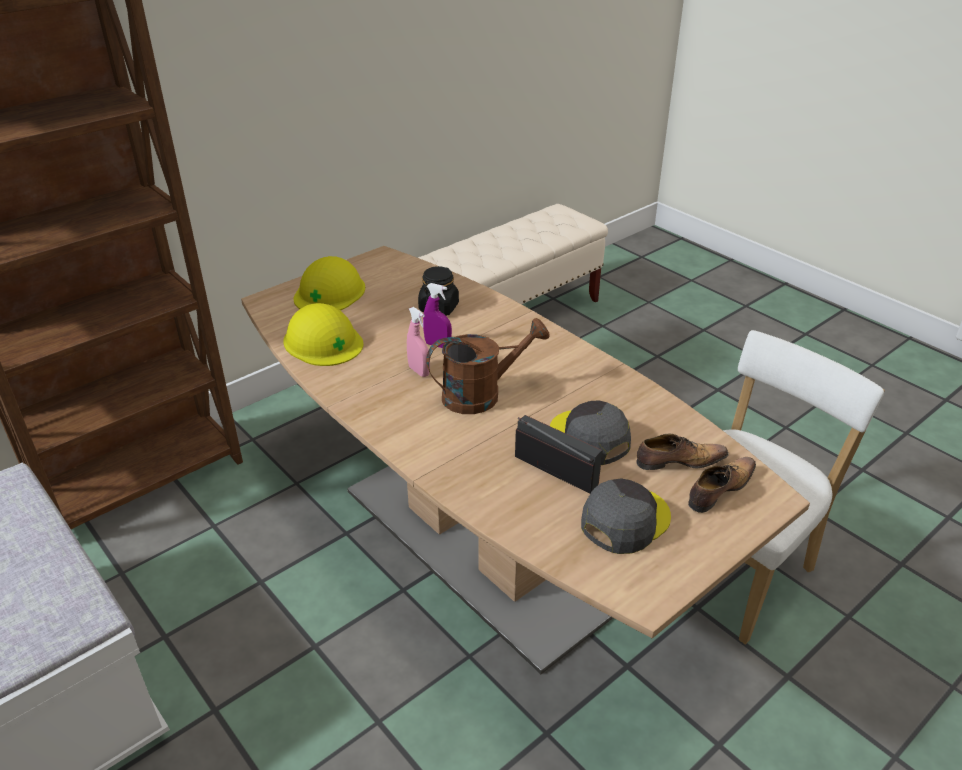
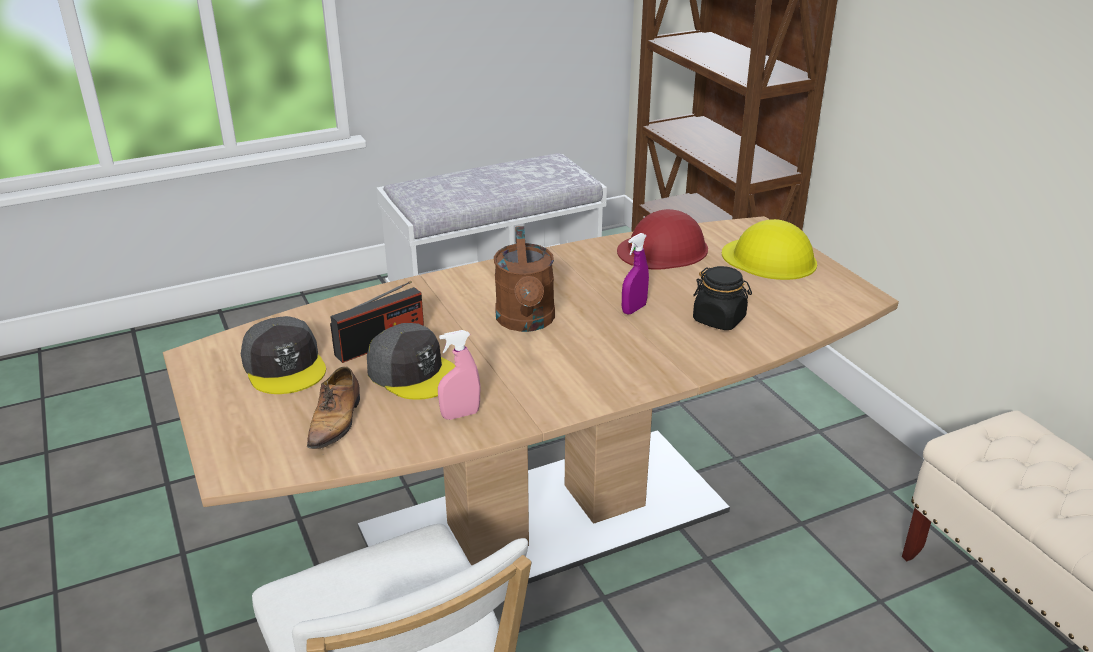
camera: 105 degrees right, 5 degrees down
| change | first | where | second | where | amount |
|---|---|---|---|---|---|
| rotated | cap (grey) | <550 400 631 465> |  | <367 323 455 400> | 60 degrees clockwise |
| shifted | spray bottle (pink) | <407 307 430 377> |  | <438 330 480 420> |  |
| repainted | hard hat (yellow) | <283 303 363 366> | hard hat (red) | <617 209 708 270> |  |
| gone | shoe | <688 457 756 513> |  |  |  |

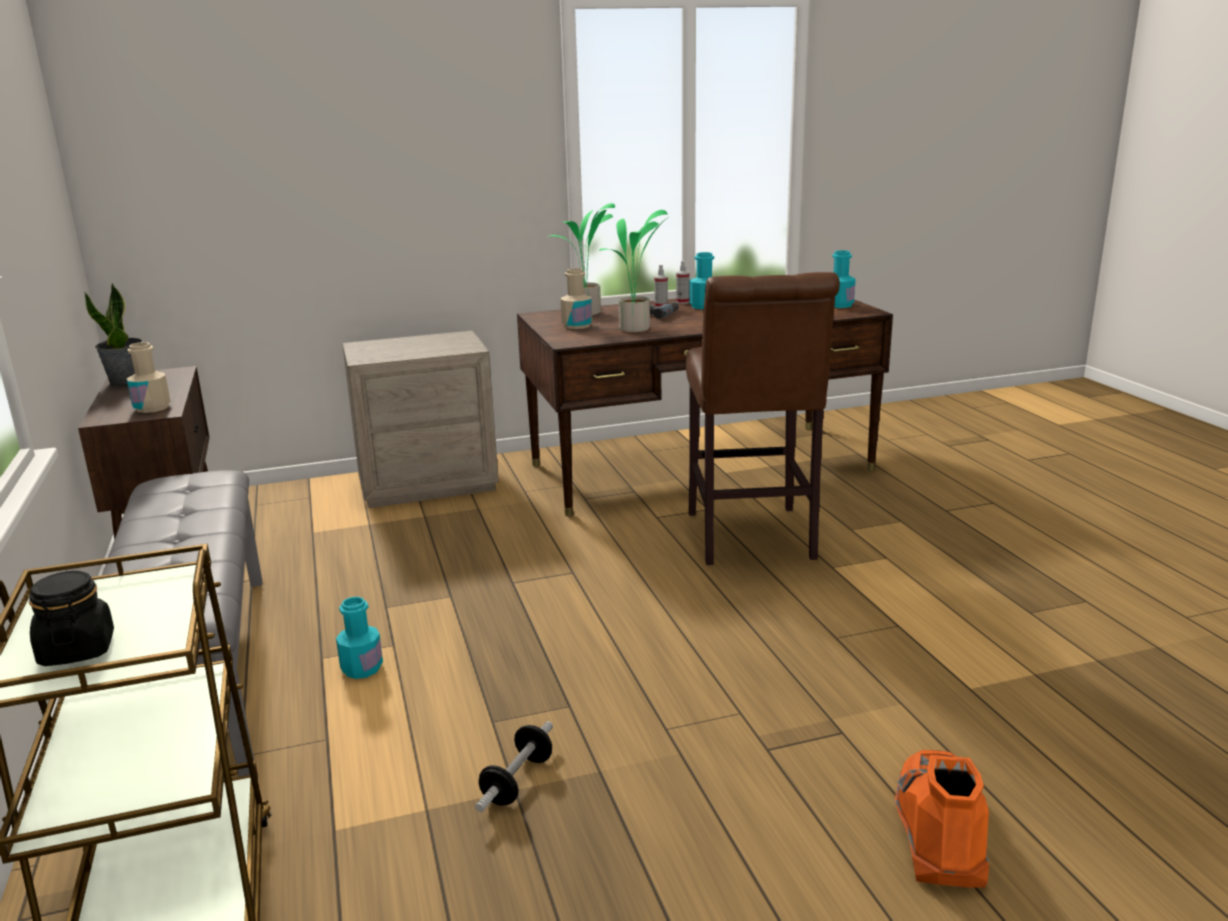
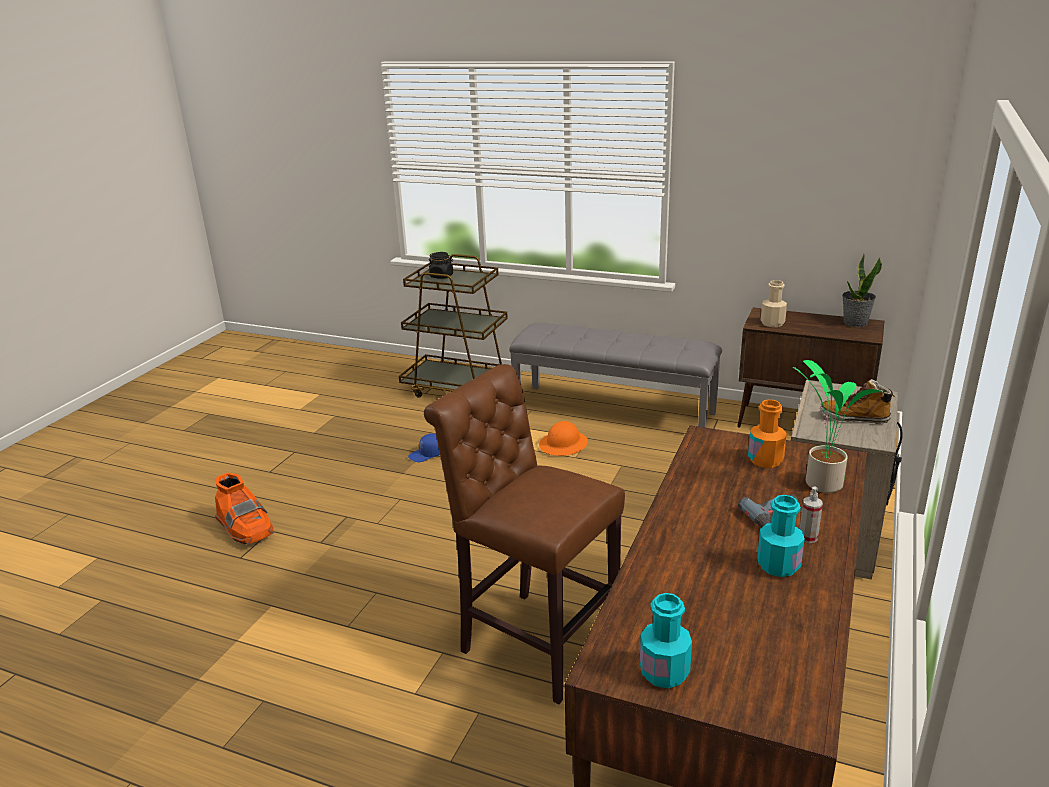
camera: 130 degrees right, 5 degrees up
| change | first | where | second | where | amount |
|---|---|---|---|---|---|
| swapped | dumbbell | <475 721 553 812> | cap (blue) | <408 433 440 462> |  |
| swapped | bottle (turquoise) | <336 597 383 679> | hard hat (orange) | <539 421 588 456> |  |
| repainted | bottle (beige) | <561 268 592 329> | bottle (orange) | <748 400 787 468> |  |
| new |  |  | boot | <820 379 895 424> |  |
| gone | potted plant | <599 210 668 332> |  |  |  |
| gone | spray bottle | <676 261 689 304> |  |  |  |

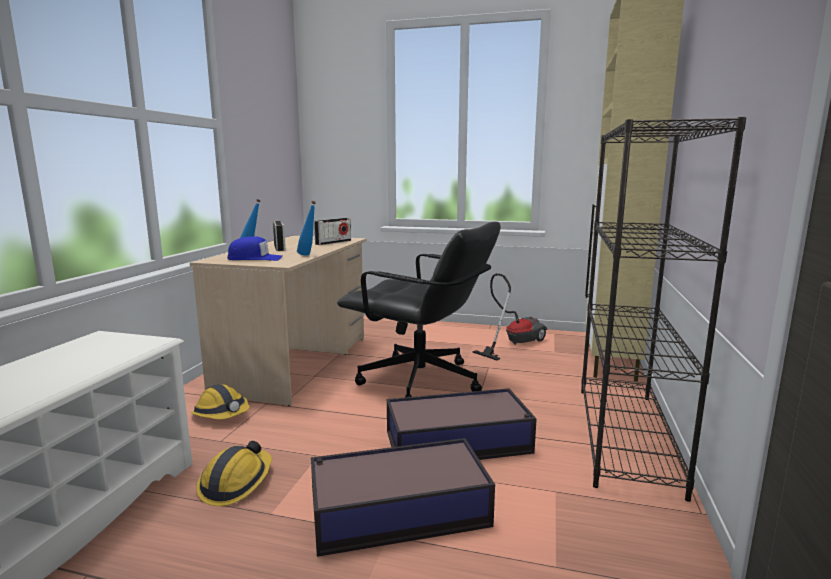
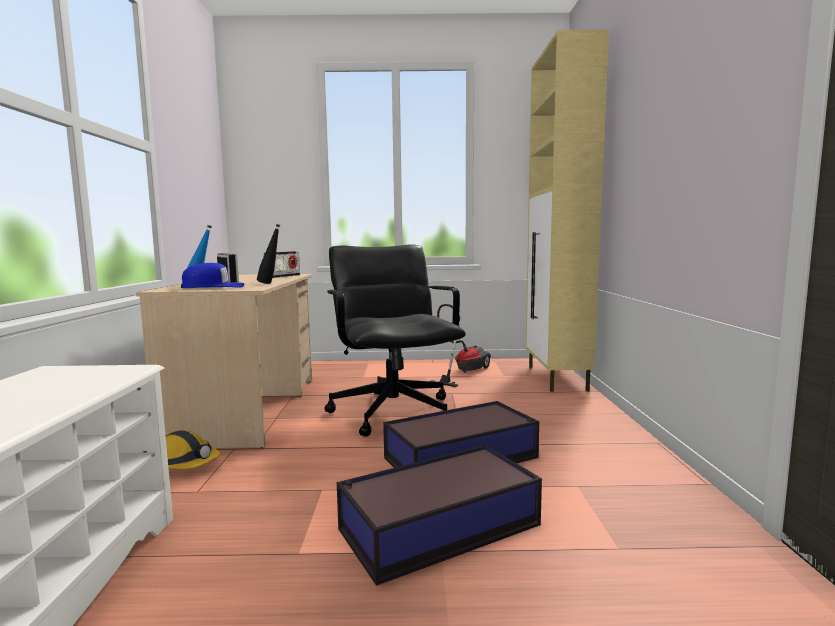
camera: 15 degrees left, 5 degrees down
| change | first | where | second | where | amount |
|---|---|---|---|---|---|
| repainted | bottle (blue) | <297 201 316 256> | bottle (black) | <257 224 280 284> |  |
| rotated | office chair (black) | <337 221 501 397> |  | <324 244 466 437> | 120 degrees counterclockwise |
| gone | hard hat | <196 441 272 506> |  |  |  |
| gone | bookcase (black) | <581 117 746 502> |  |  |  |

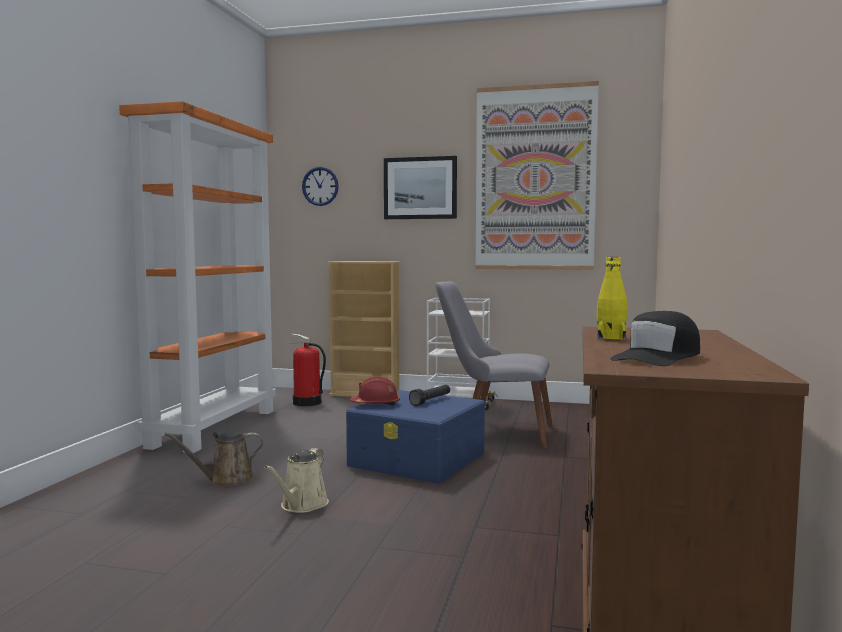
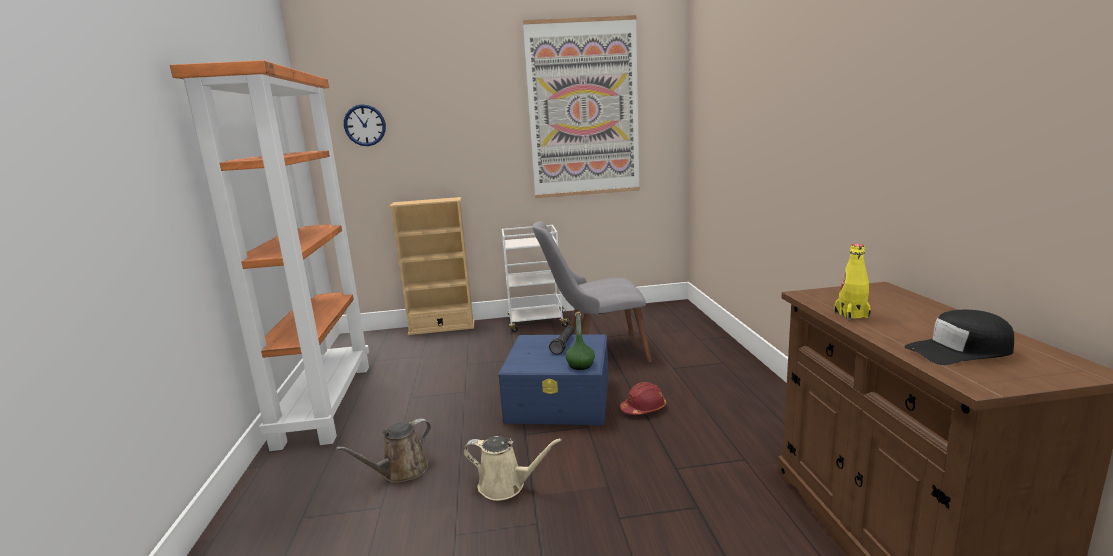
camera: 20 degrees left, 10 degrees up
| change | first | where | second | where | amount |
|---|---|---|---|---|---|
| rotated | watering can (beige) | <264 448 329 513> |  | <463 436 562 501> | 75 degrees counterclockwise |
| new |  |  | bottle (green) | <565 312 595 370> |  |
| shifted | hard hat (red) | <350 376 400 405> |  | <620 382 666 415> |  |
| rotated | cap (black) | <610 311 700 366> |  | <904 309 1014 365> | 60 degrees clockwise |
| gone | fire extinguisher | <287 334 326 406> |  |  |  |
| gone | picture | <384 156 457 219> |  |  |  |

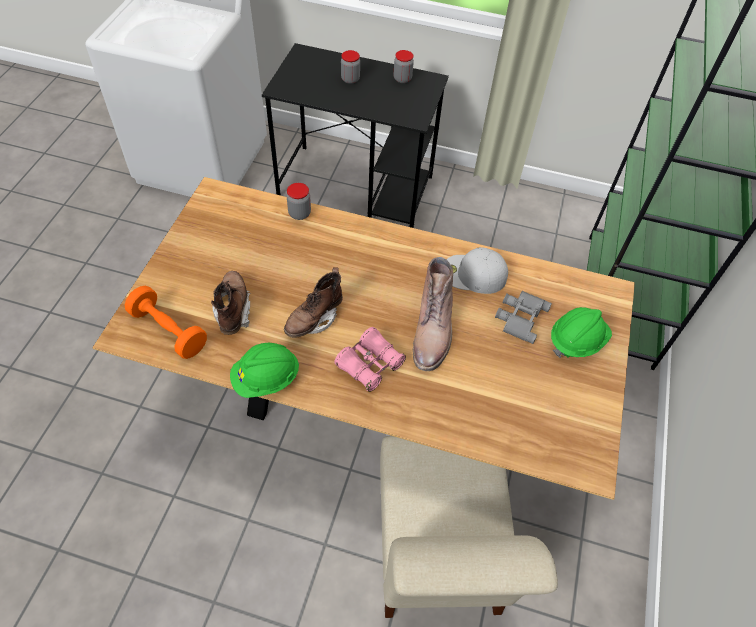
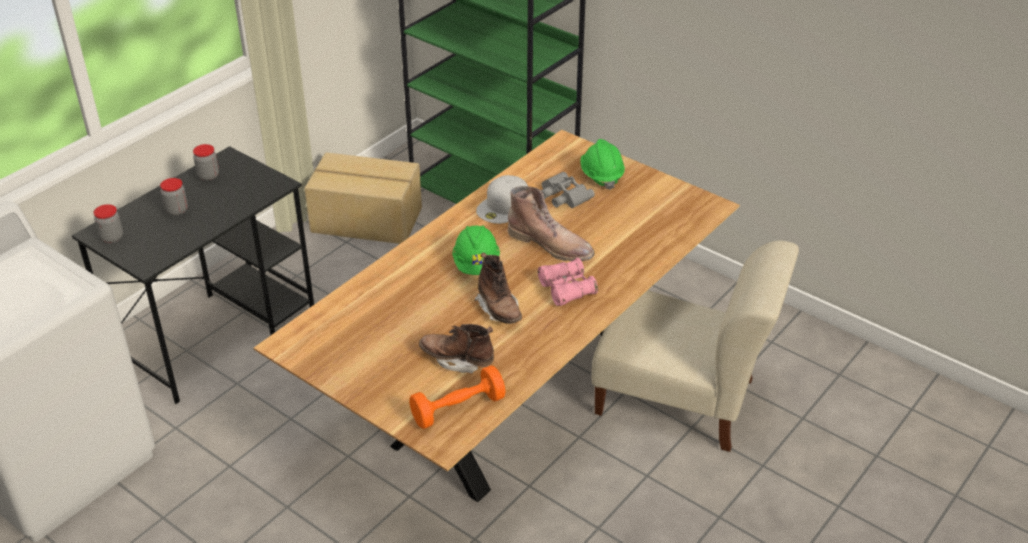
camera: 65 degrees left, 15 degrees down
| change | first | where | second | where | amount |
|---|---|---|---|---|---|
| shifted | jar | <287 183 311 220> |  | <93 204 123 243> |  |
| new |  |  | cardboard box | <304 152 422 244> |  |
| shifted | hard hat (green) | <230 343 299 398> |  | <452 225 500 275> |  |

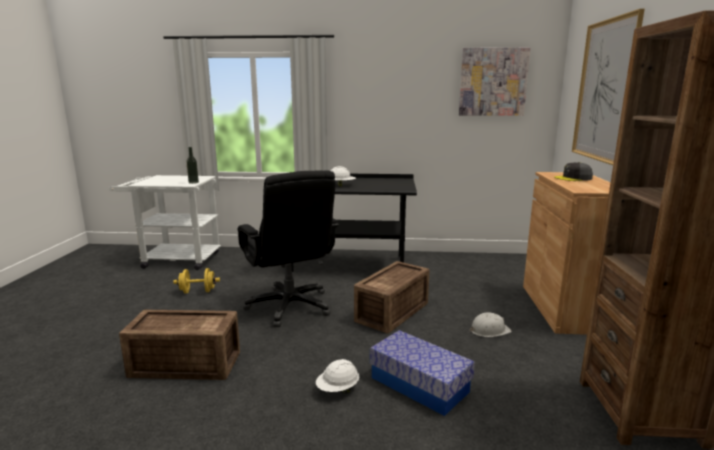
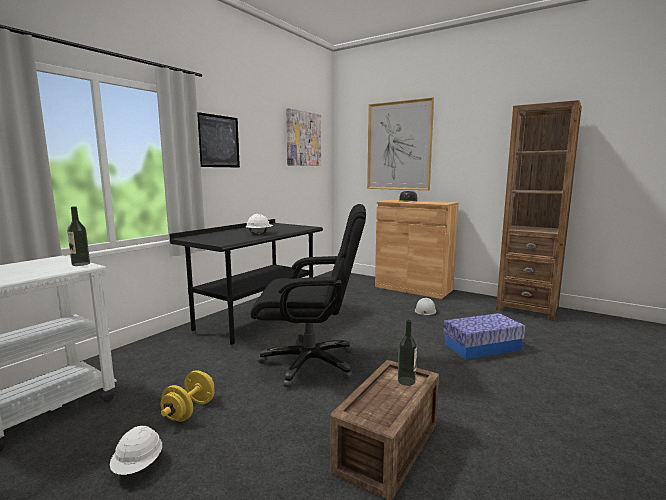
camera: 60 degrees left, 5 degrees down
| change | first | where | second | where | amount |
|---|---|---|---|---|---|
| shifted | hard hat (white) | <316 359 359 394> |  | <110 426 162 475> |  |
| new |  |  | picture | <197 112 240 167> |  |
| new |  |  | bottle | <398 319 417 386> |  |
| gone | crate | <354 261 430 334> |  |  |  |

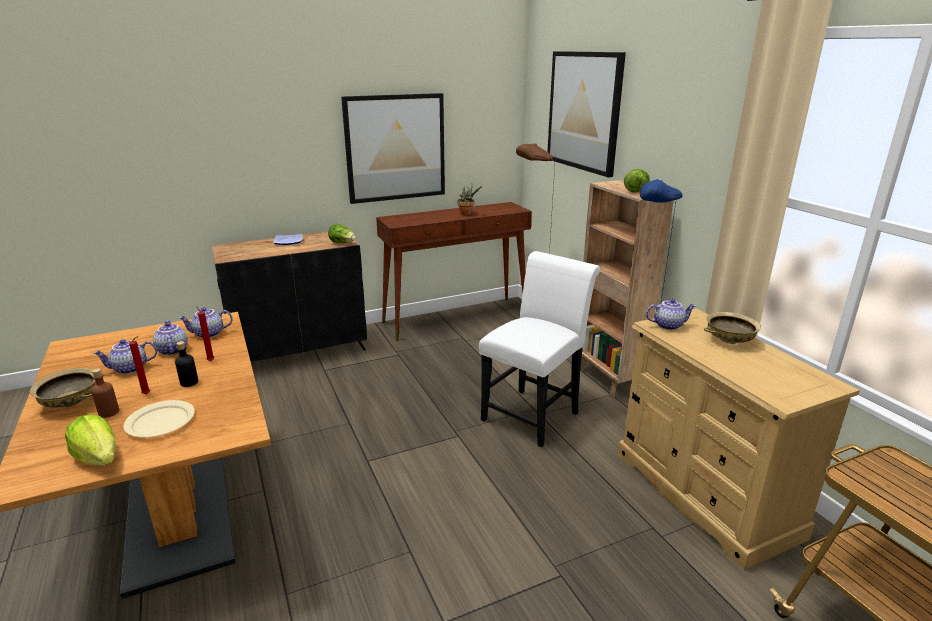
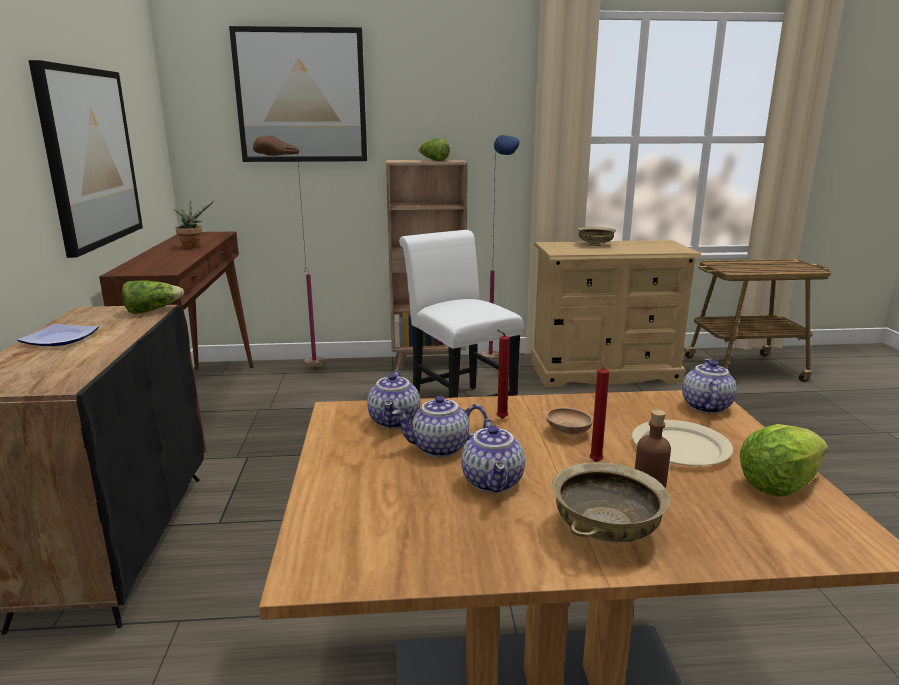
camera: 70 degrees left, 5 degrees down
| change | first | where | second | where | amount |
|---|---|---|---|---|---|
| swapped | bottle (black) | <175 341 198 387> | bowl (brown) | <546 408 593 435> |  |
| shifted | teapot | <646 299 696 330> |  | <682 359 737 414> |  |

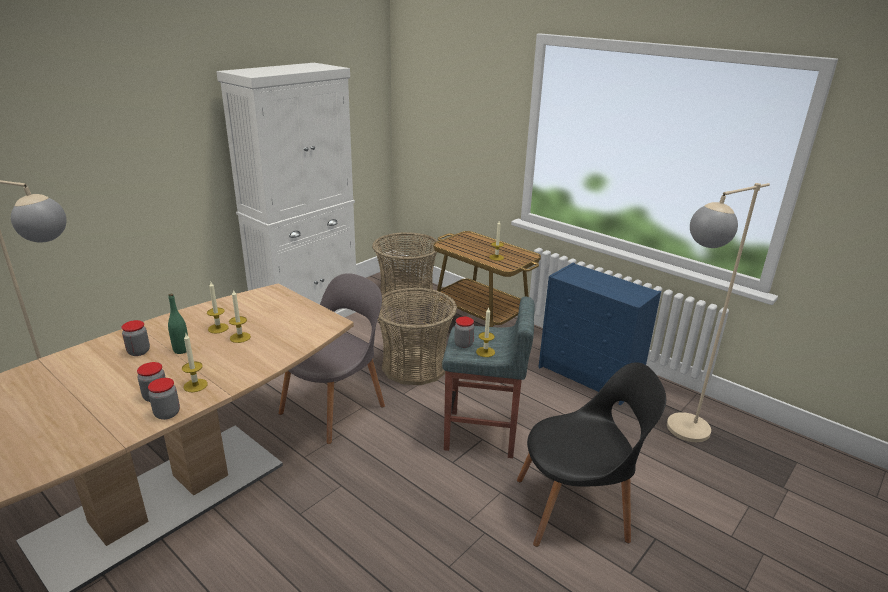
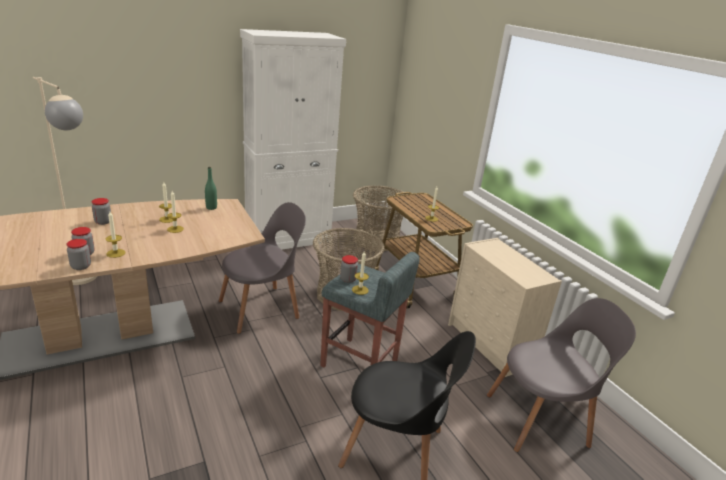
camera: 20 degrees right, 0 degrees up
| change | first | where | second | where | amount |
|---|---|---|---|---|---|
| shifted | bottle (green) | <168 294 188 354> |  | <205 167 217 210> |  |
| repainted | dresser (blue) | <538 263 661 405> | dresser (beige) | <448 238 562 377> |  |
| swapped | floor lamp (beige) | <667 183 770 442> | chair (grey) | <487 298 636 452> |  |

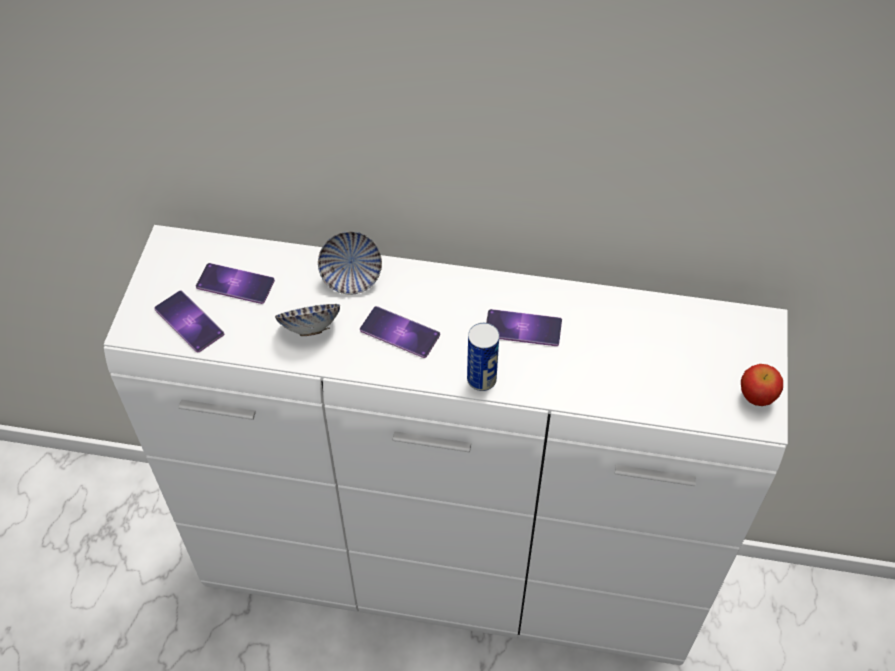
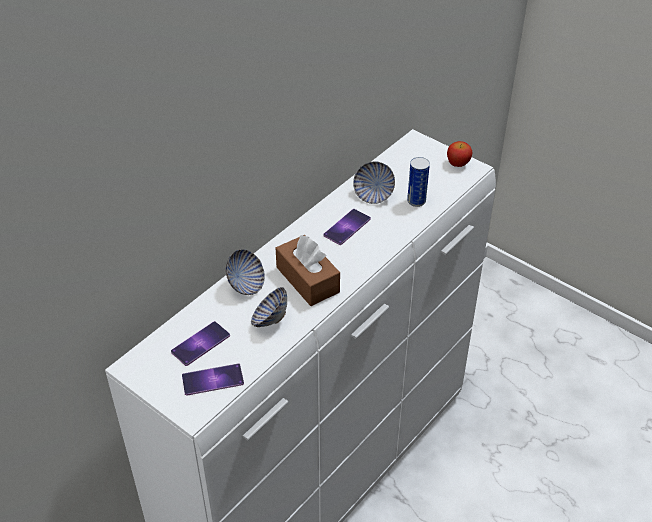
camera: 60 degrees left, 10 degrees down
| change | first | where | second | where | amount |
|---|---|---|---|---|---|
| swapped | phone | <360 306 440 358> | tissue box (brown) | <276 235 340 306> |  |
| new |  |  | bowl | <353 162 395 204> |  |
| shifted | can | <467 323 499 391> |  | <407 157 430 207> |  |

